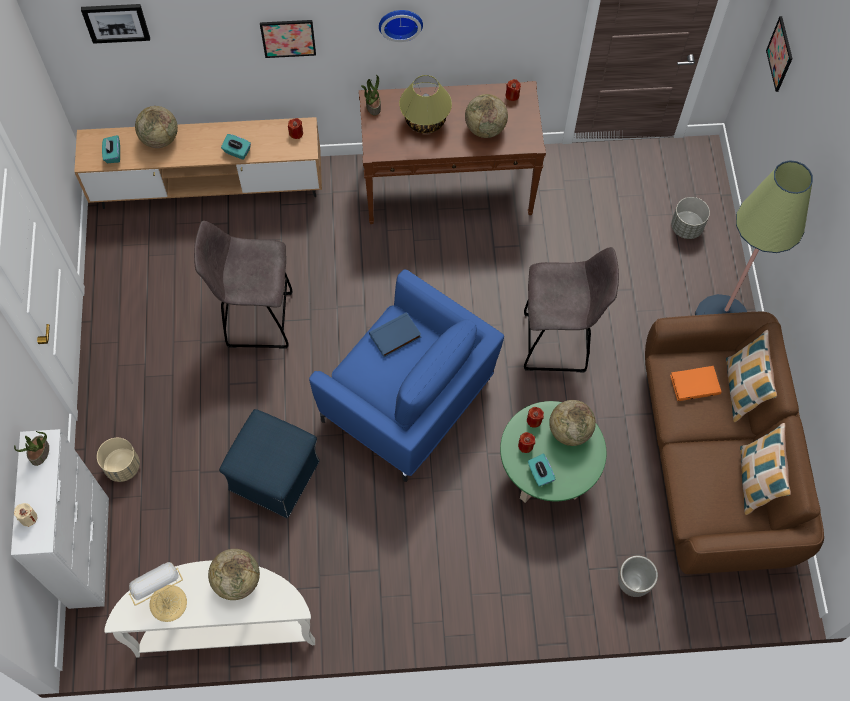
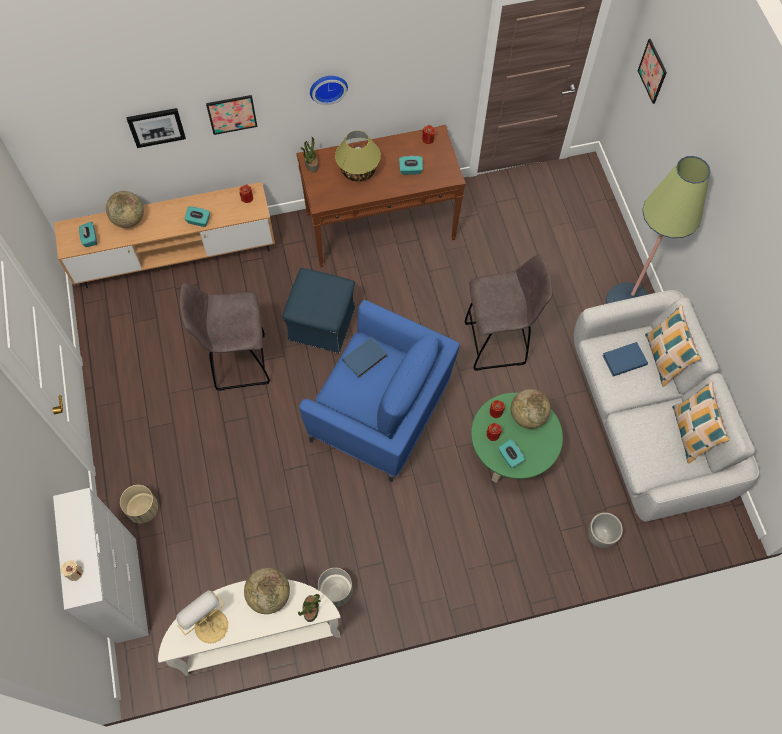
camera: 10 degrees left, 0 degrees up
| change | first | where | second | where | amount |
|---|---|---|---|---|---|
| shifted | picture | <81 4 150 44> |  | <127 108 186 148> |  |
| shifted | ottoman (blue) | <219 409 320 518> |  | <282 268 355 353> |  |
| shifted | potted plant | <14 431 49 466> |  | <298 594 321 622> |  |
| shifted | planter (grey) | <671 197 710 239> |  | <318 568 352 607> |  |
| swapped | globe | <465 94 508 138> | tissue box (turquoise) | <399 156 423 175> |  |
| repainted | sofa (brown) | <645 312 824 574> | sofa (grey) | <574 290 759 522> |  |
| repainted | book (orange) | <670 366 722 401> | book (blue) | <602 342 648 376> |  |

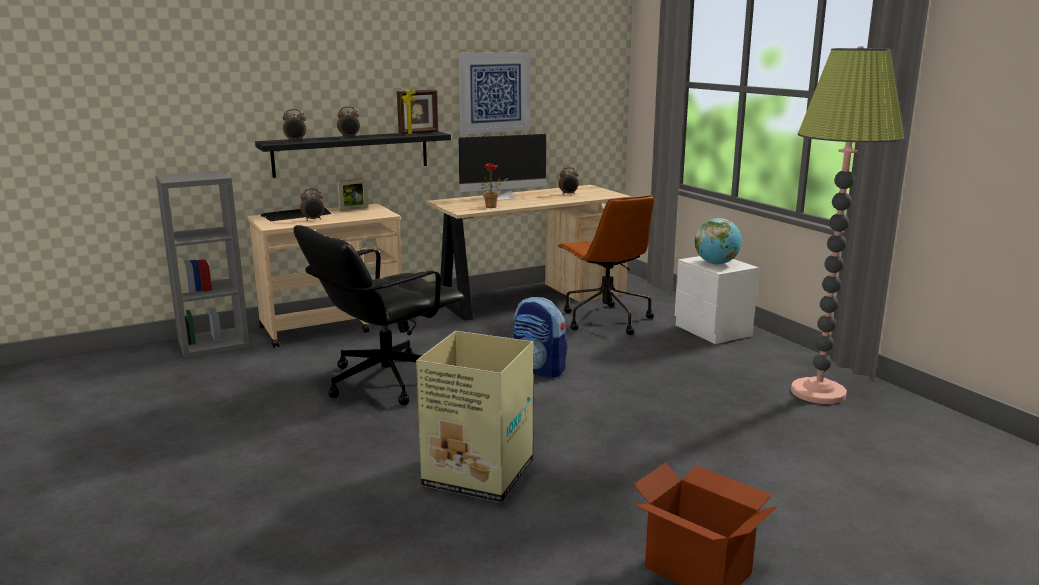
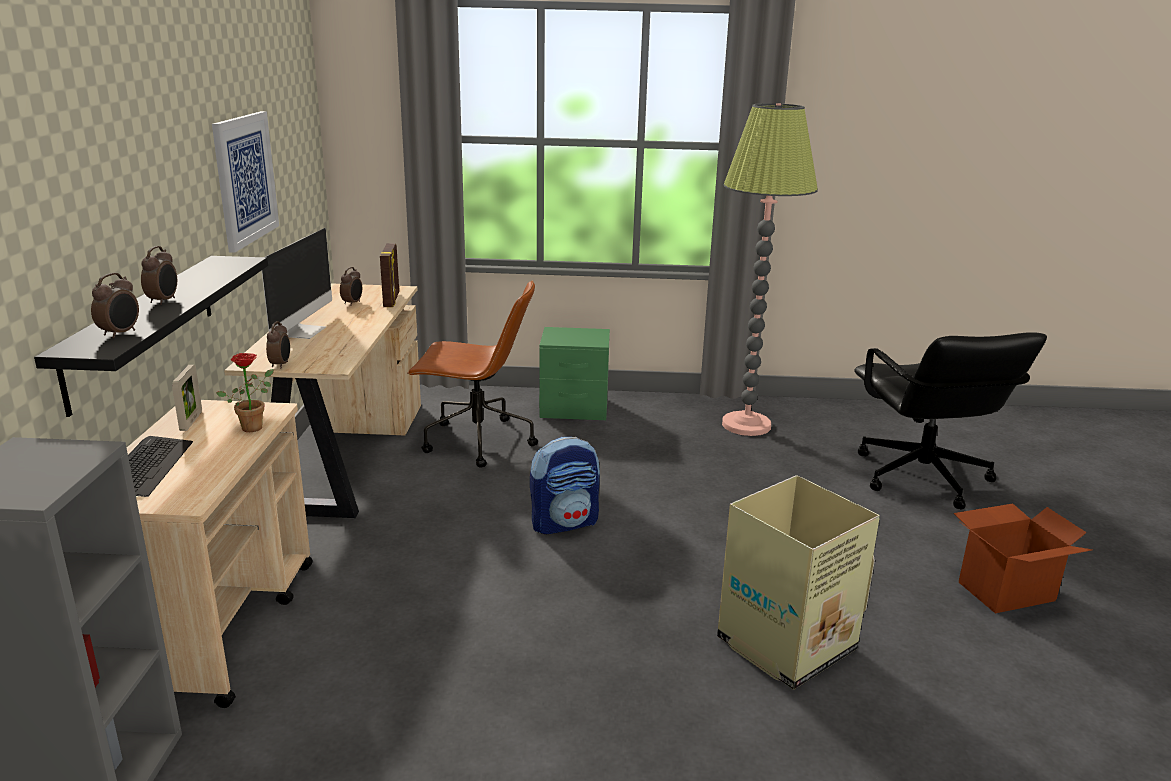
camera: 60 degrees left, 5 degrees up
| change | first | where | second | where | amount |
|---|---|---|---|---|---|
| shifted | potted plant | <481 164 509 208> |  | <216 353 274 432> |  |
| shifted | alarm clock | <300 188 324 221> |  | <266 321 290 369> |  |
| shifted | picture frame | <397 89 438 135> |  | <380 243 399 307> |  |
| repainted | nightstand (white) | <675 256 759 344> | nightstand (green) | <539 327 610 420> |  |
| shifted | office chair (black) | <293 225 464 405> |  | <854 332 1047 510> |  |
| gone | globe | <695 218 742 265> |  |  |  |

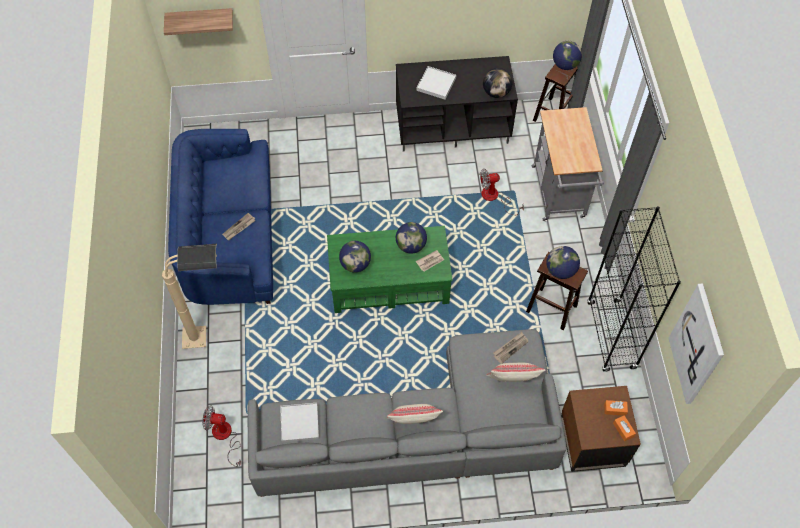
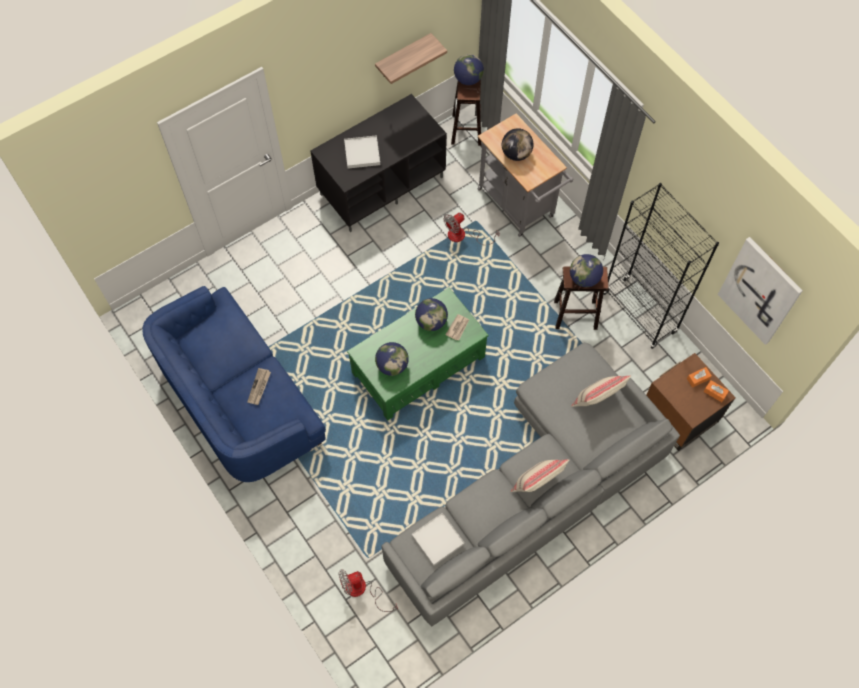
camera: 30 degrees left, 5 degrees up
| change | first | where | second | where | amount |
|---|---|---|---|---|---|
| shifted | shelf | <164 8 233 35> |  | <375 33 447 84> |  |
| shifted | globe | <483 68 512 98> |  | <502 128 534 161> |  |
| gone | floor lamp (beige) | <162 244 217 349> |  |  |  |
| gone | newspaper | <494 332 529 364> |  |  |  |

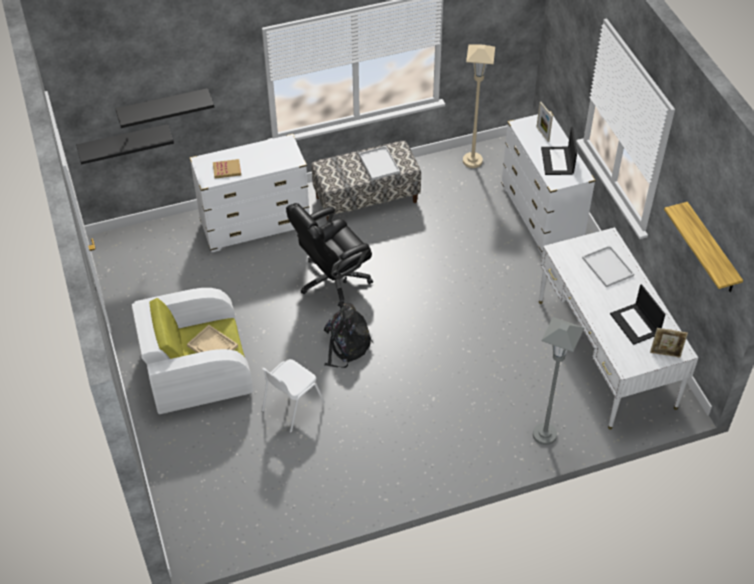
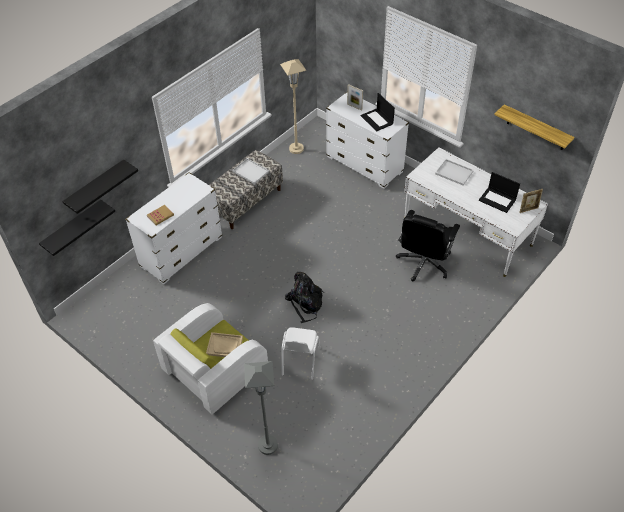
camera: 30 degrees left, 0 degrees up
| change | first | where | second | where | amount |
|---|---|---|---|---|---|
| shifted | floor lamp (grey) | <533 317 584 445> |  | <244 361 278 455> |  |
| shifted | office chair (black) | <286 203 373 307> |  | <396 210 460 281> |  |

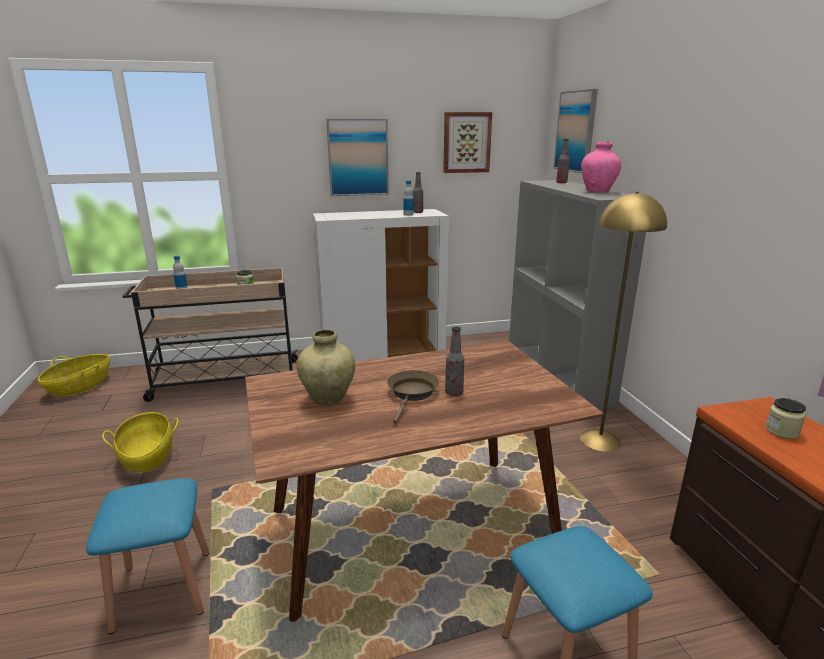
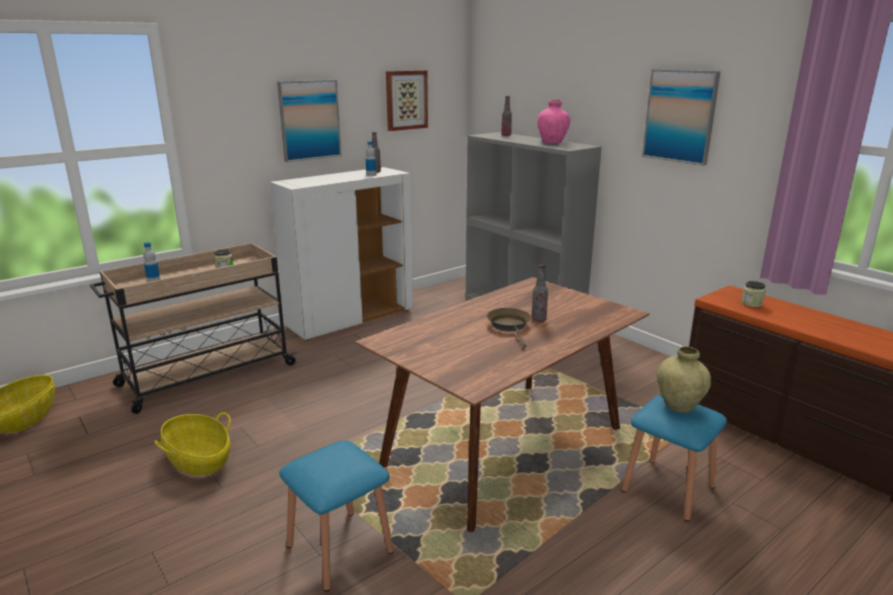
camera: 25 degrees left, 0 degrees up
| change | first | where | second | where | amount |
|---|---|---|---|---|---|
| shifted | picture | <553 89 598 173> |  | <642 69 721 166> |  |
| shifted | vase (beige) | <297 329 355 406> |  | <657 346 711 413> |  |
| gone | floor lamp (yellow) | <579 191 667 452> |  |  |  |

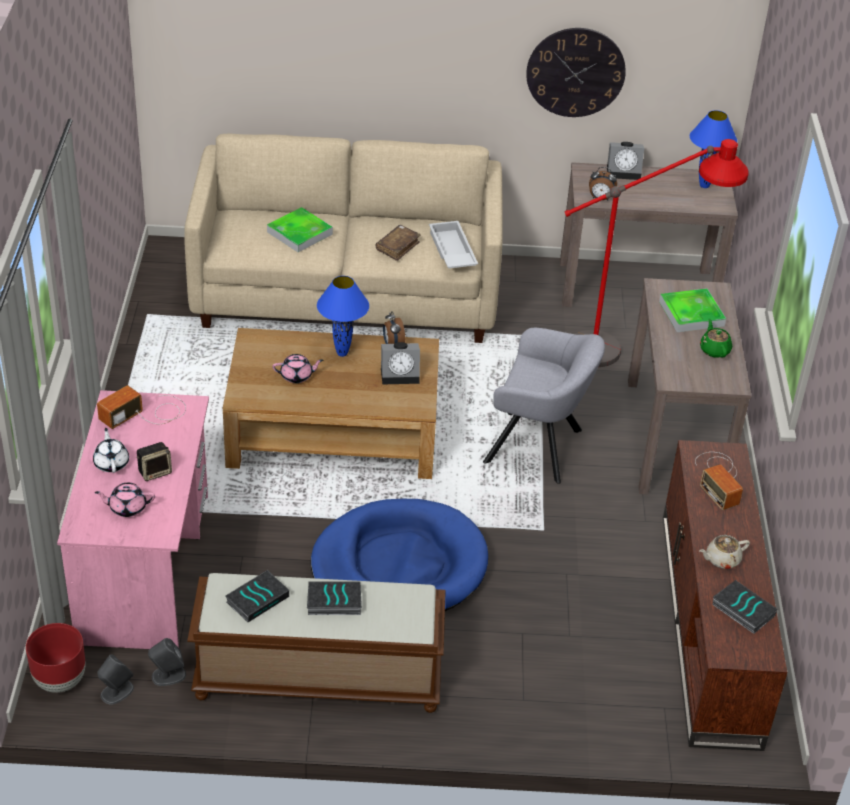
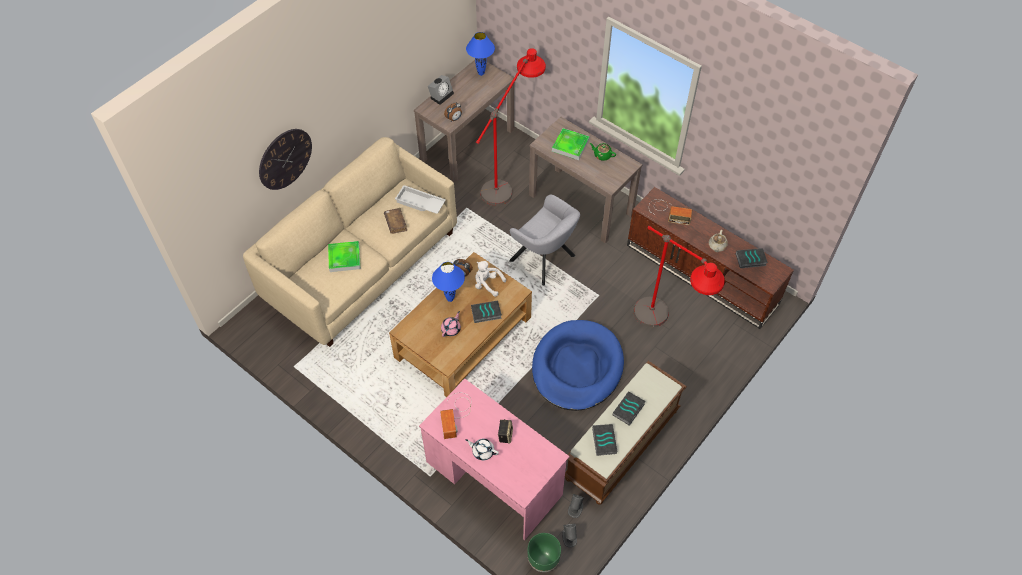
camera: 50 degrees left, 15 degrees up
| change | first | where | second | where | amount |
|---|---|---|---|---|---|
| shifted | wall clock | <526 28 626 117> |  | <259 129 312 190> |  |
| new |  |  | book | <471 300 502 323> |  |
| swapped | alarm clock | <381 342 420 385> | plush toy (white) | <475 261 506 297> |  |
| rotated | armchair (grey) | <483 328 605 484> |  | <509 195 580 286> | 75 degrees clockwise |
| repainted | planter (red) | <26 623 85 693> | planter (green) | <528 533 561 572> |  |
| new |  |  | floor lamp (red) | <633 226 725 327> |  |
| gone | teapot (pink) | <95 483 155 517> |  |  |  |

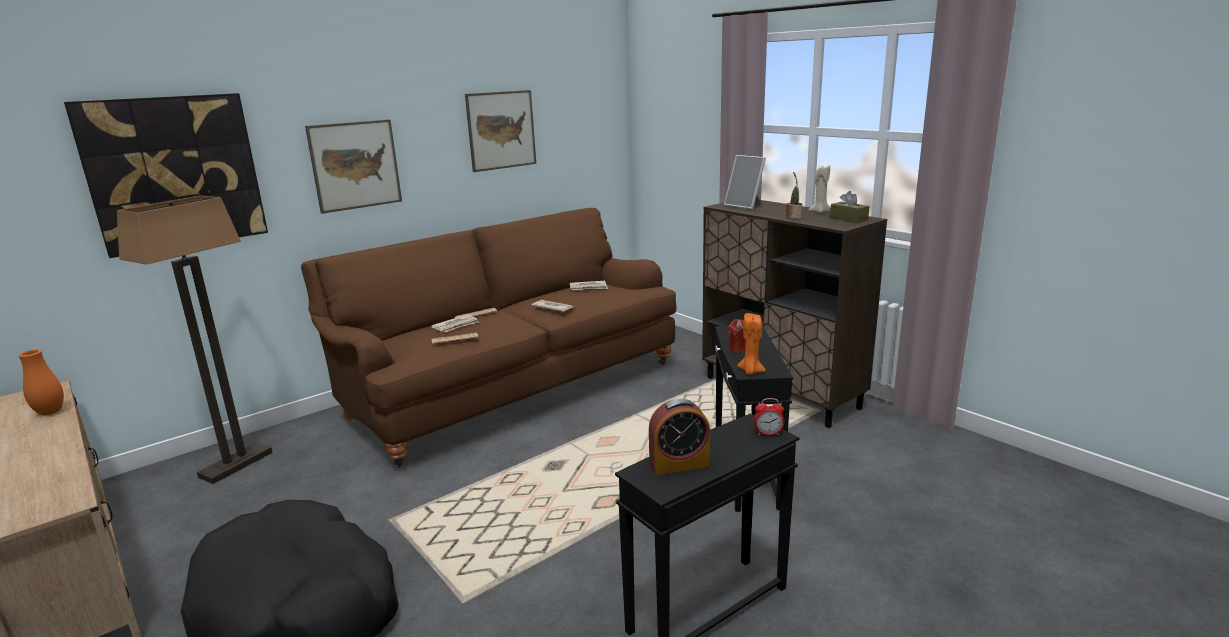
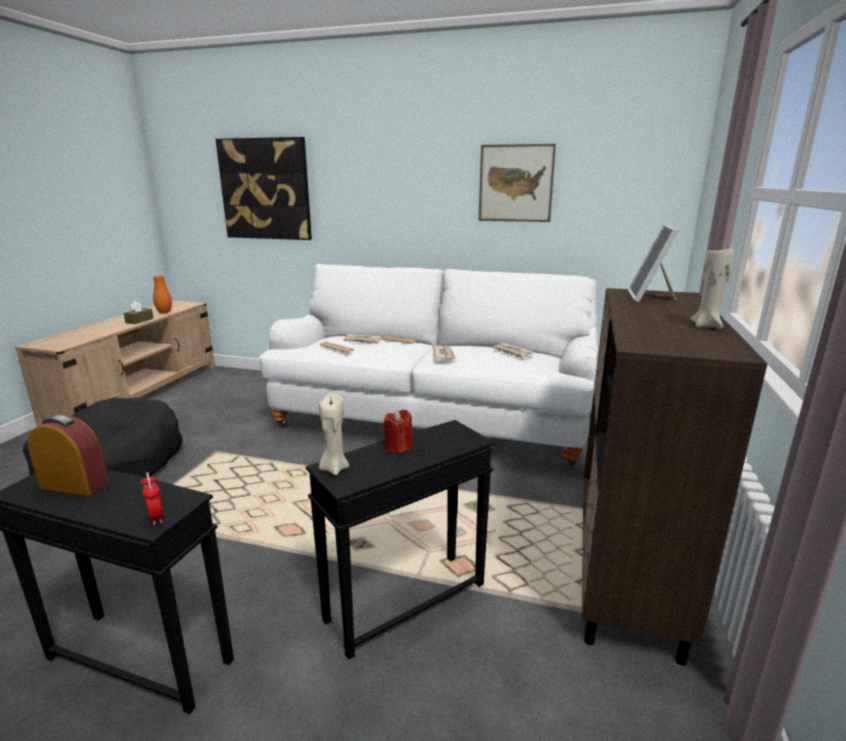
camera: 55 degrees right, 0 degrees up
| change | first | where | second | where | amount |
|---|---|---|---|---|---|
| rotated | alarm clock | <649 399 710 475> |  | <28 415 109 496> | 150 degrees clockwise |
| shifted | tissue box (brown) | <830 191 869 223> |  | <124 301 154 324> |  |
| repainted | sofa (brown) | <301 208 677 467> | sofa (white) | <259 264 598 468> |  |
| repainted | candle (orange) | <737 313 766 375> | candle (beige) | <319 393 349 475> |  |
| gone | floor lamp | <117 196 273 484> |  |  |  |
| gone | picture | <305 119 402 214> |  |  |  |
| gone | potted plant | <786 172 802 219> |  |  |  |

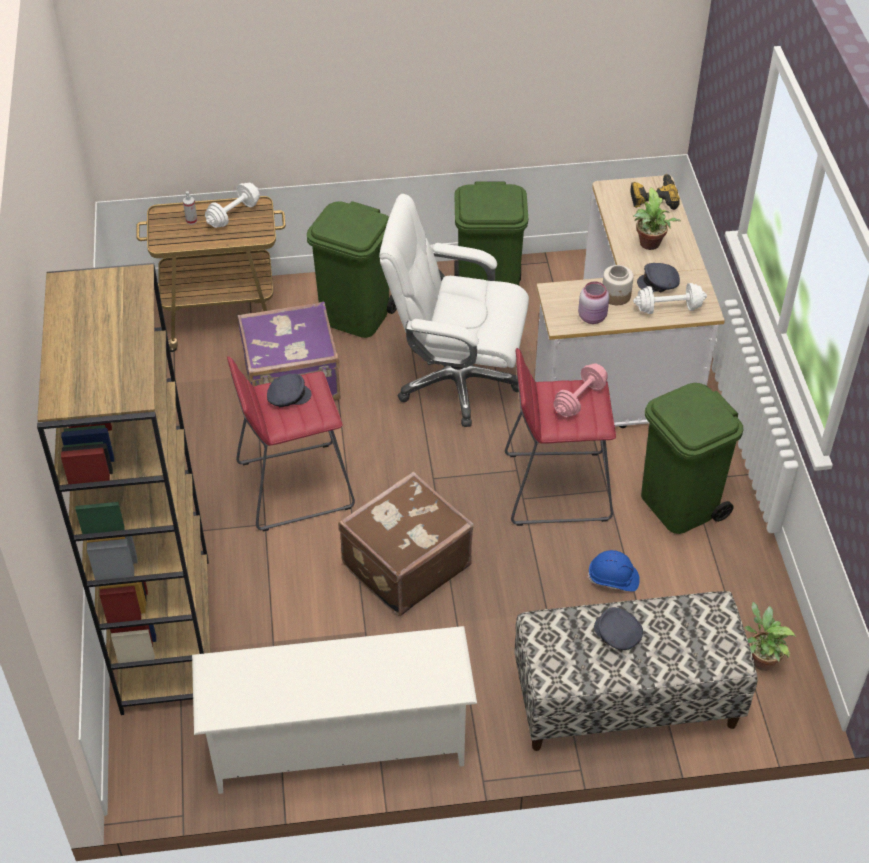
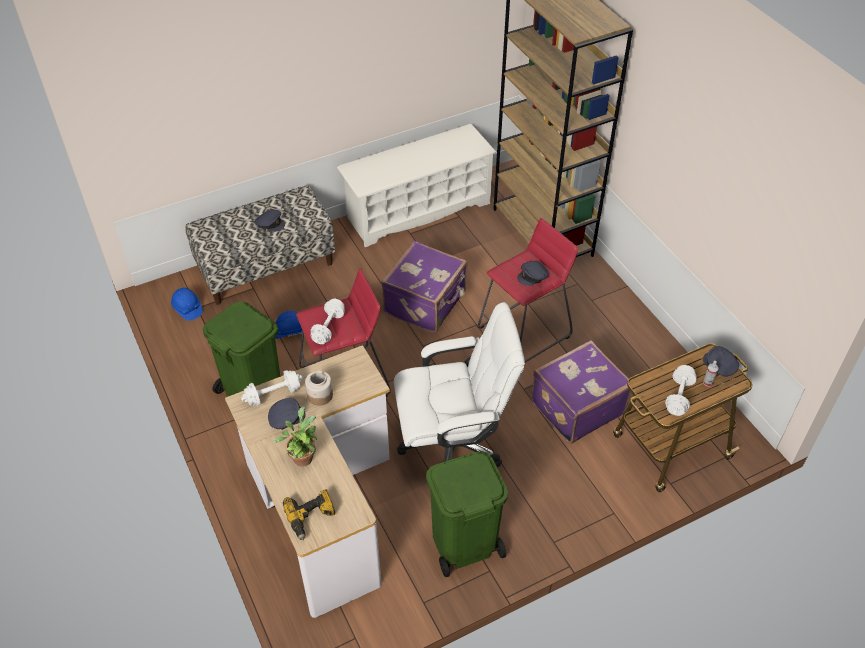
camera: 160 degrees right, 0 degrees up
| change | first | where | second | where | amount |
|---|---|---|---|---|---|
| swapped | potted plant | <744 602 796 671> | hard hat (blue) | <171 288 203 321> |  |
| repainted | dumbbell (pink) | <553 363 608 417> | dumbbell (white) | <311 299 345 344> |  |
| repainted | suitcase (brown) | <338 471 474 616> | suitcase (purple) | <381 241 467 332> |  |
| new |  |  | cap (grey) | <703 346 739 377> |  |
| gone | trash can (green) | <307 201 397 338> |  |  |  |
| gone | jar (pink) | <578 281 609 324> |  |  |  |

